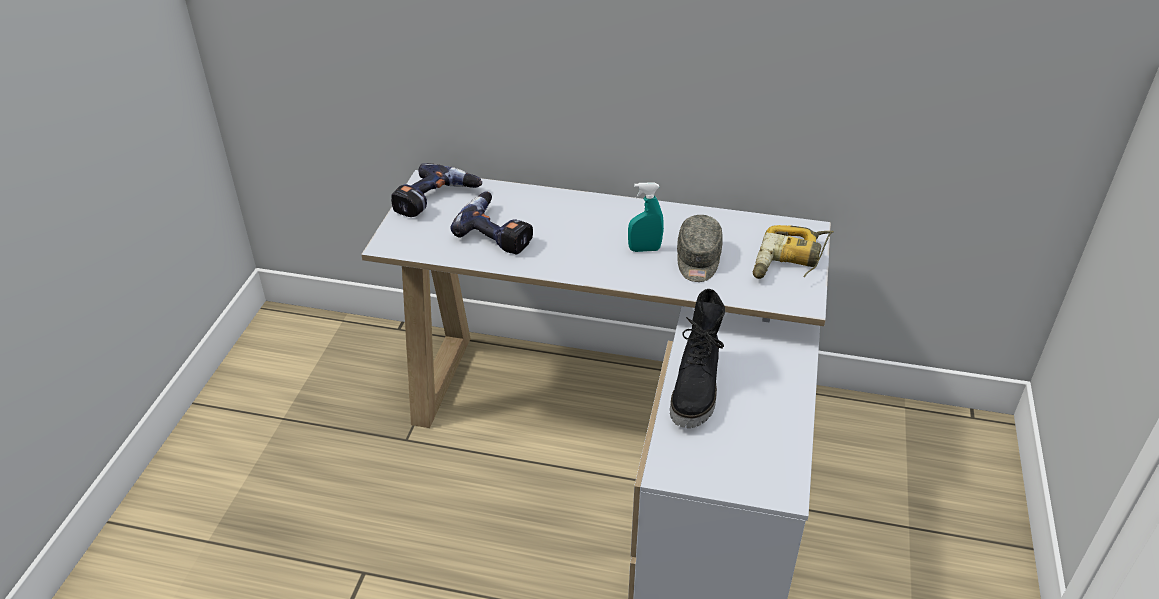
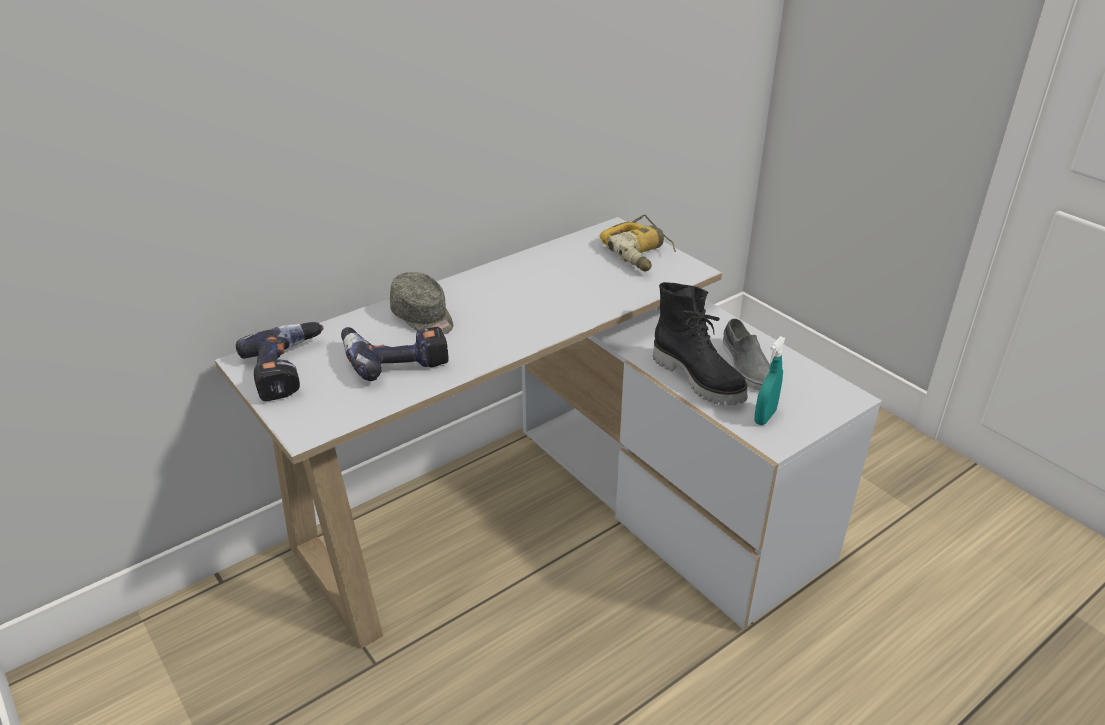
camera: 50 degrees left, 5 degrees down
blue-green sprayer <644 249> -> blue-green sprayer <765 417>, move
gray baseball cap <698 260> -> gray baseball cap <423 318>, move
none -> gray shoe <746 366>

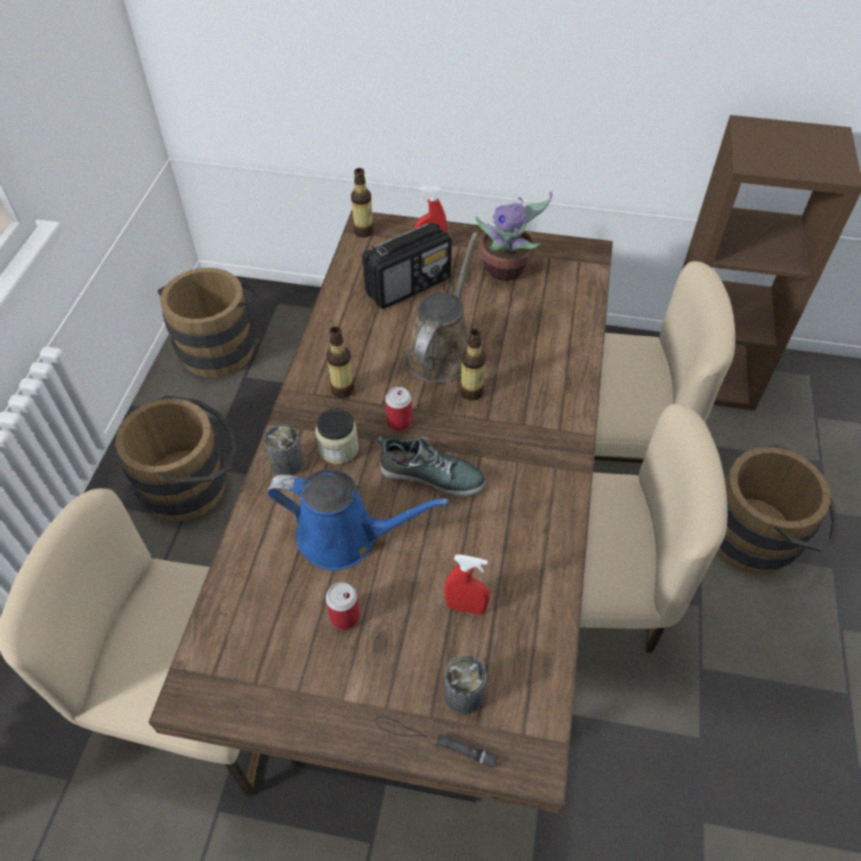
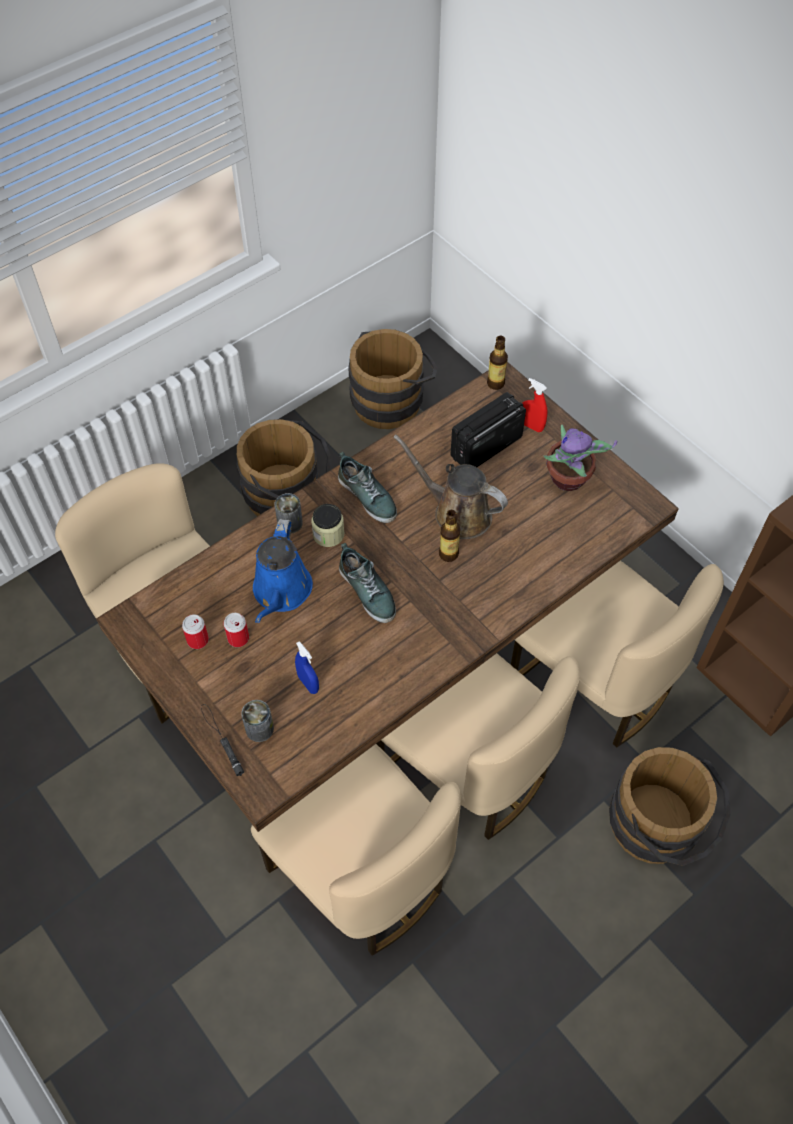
camera: 40 degrees right, 5 degrees up
radio receiver <409 285> -> radio receiver <485 447>, 135 degrees clockwise
brown-coloured watering can <441 352> -> brown-coloured watering can <457 513>, 120 degrees counterclockwise
drink bottle <342 389> -> shoe <368 496>
sealed can <399 422> -> sealed can <198 640>, move
blue watering can <345 536> -> blue watering can <281 592>, 45 degrees clockwise
red-coloured sprayer <465 607> -> blue sprayer <308 683>
none -> beige upright chair <361 874>

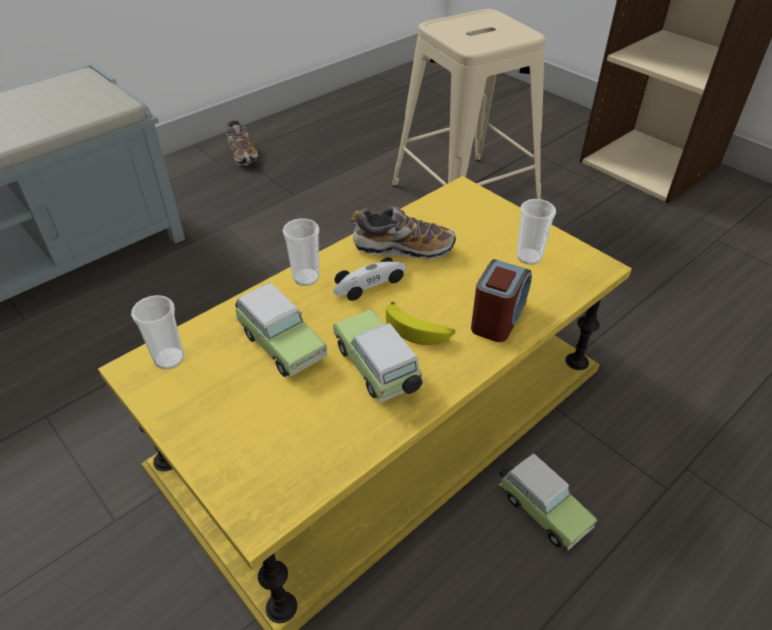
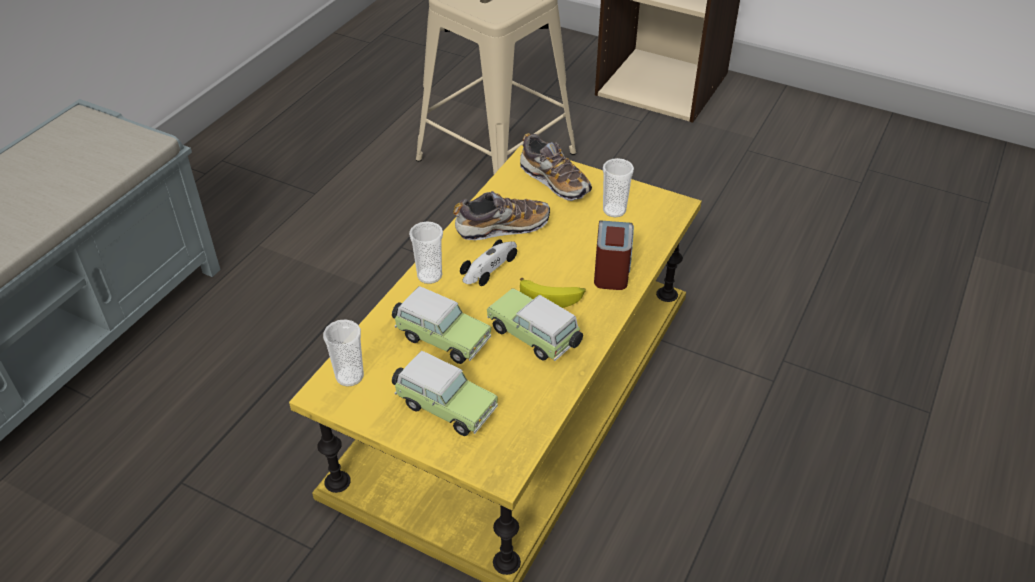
camera: 20 degrees left, 0 degrees up
shoe <242 154> -> shoe <554 181>, move
toy car <541 509> -> toy car <444 406>, move

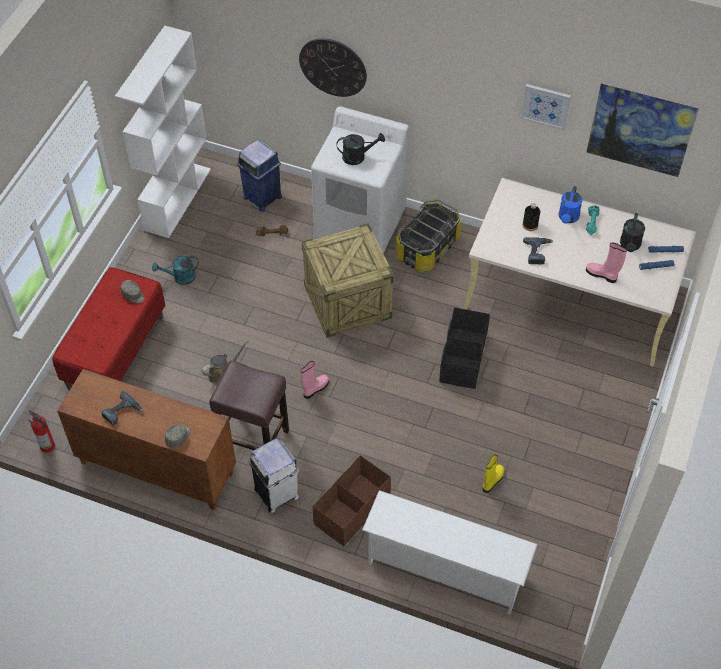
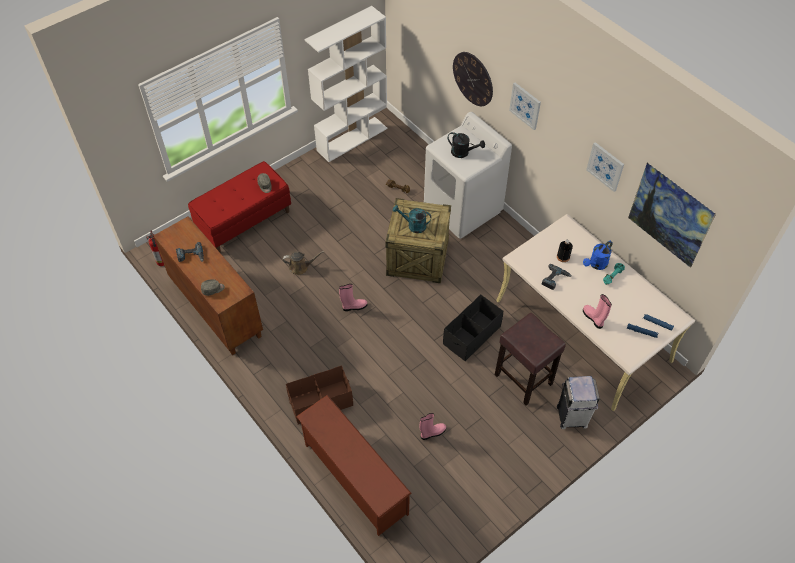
camera: 30 degrees right, 0 degrees up
blue rubbish bin <262 197> -> none
storage bin <428 247> -> none
blackish watering can <630 246> -> none
blue-green watering can <180 278> -> blue-green watering can <413 225>, move
brown-coloured sitting stool <253 440> -> brown-coloured sitting stool <522 379>, move
white rubbish bin <276 494> -> white rubbish bin <571 417>, move
yellow-coloured high-top boot <492 480> -> pinkish high-top boot <432 433>
white shoe stand <444 570> -> brown-coloured shoe stand <354 479>
none -> wall picture <525 105>

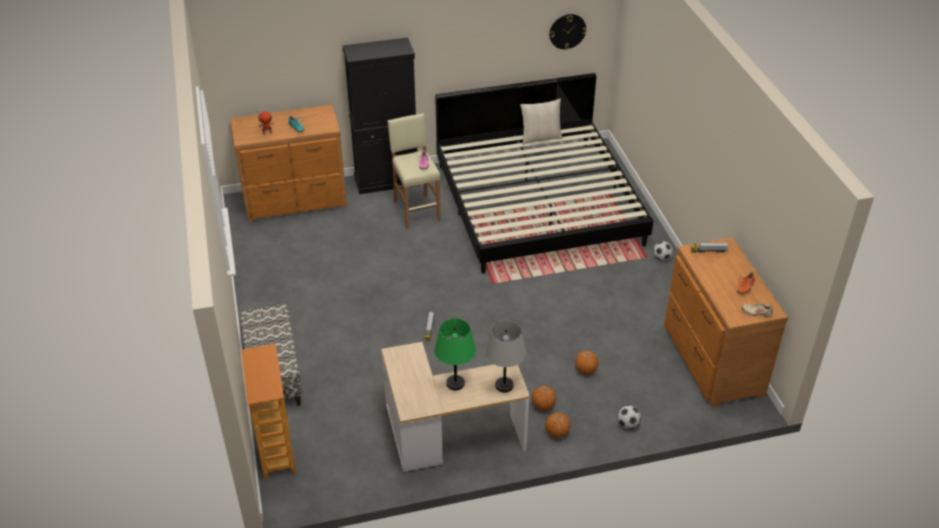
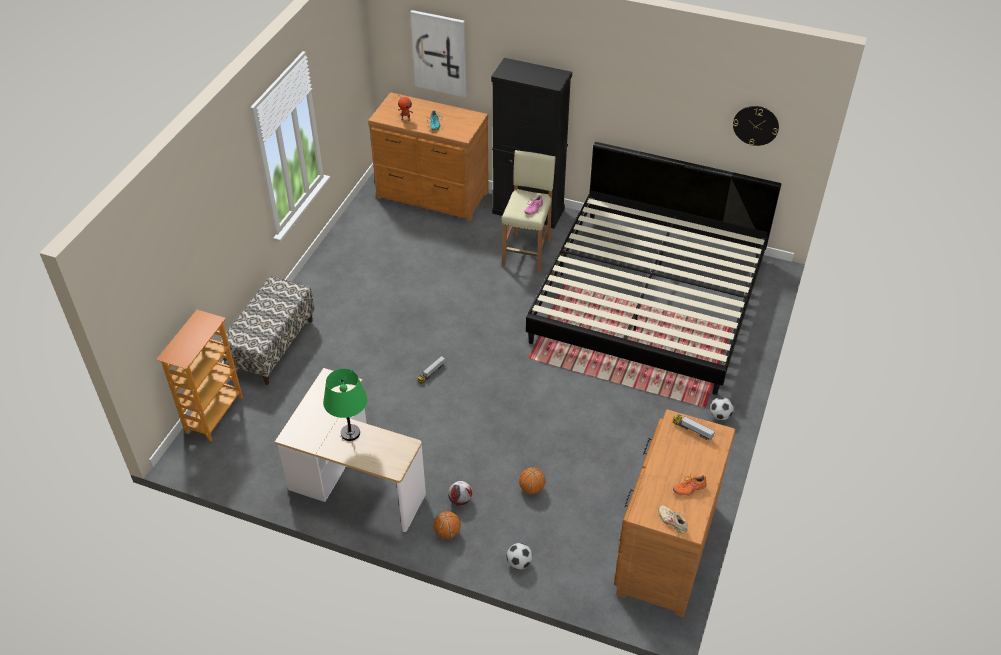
camera: 35 degrees right, 5 degrees up
beige pillow <540 138> -> none
gray table lamp <504 385> -> none
basketball <543 406> -> football <460 500>
none -> wall picture <440 53>

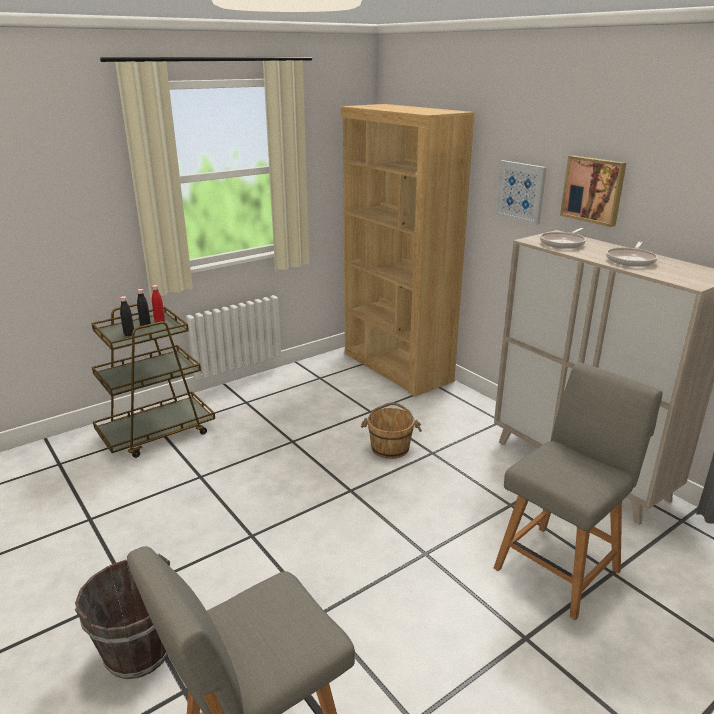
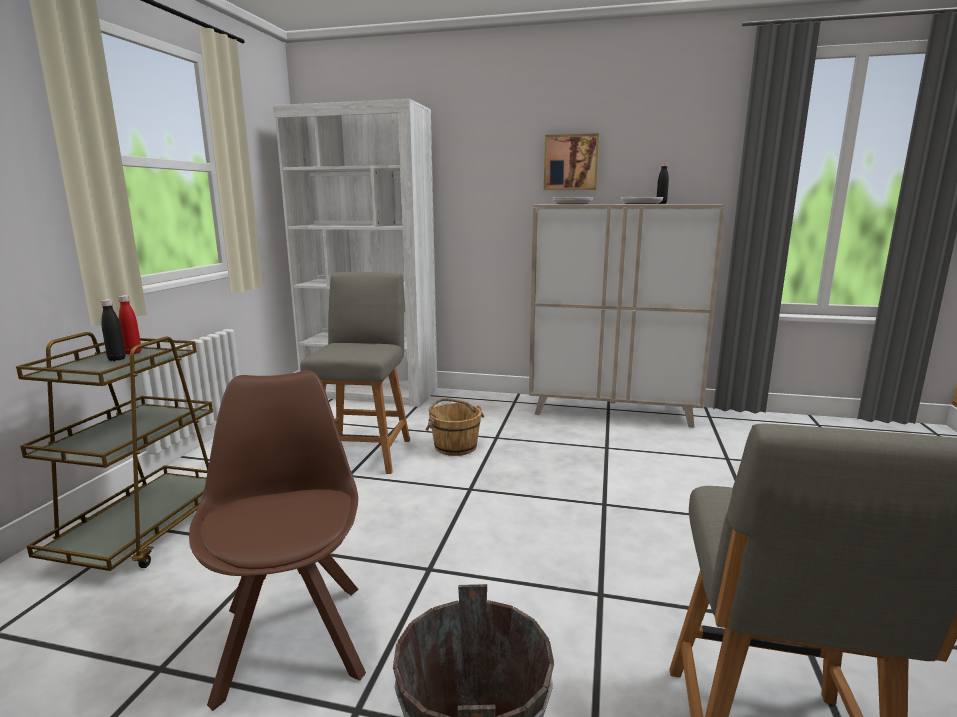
camera: 40 degrees left, 10 degrees down
brown-coloured bookcase <396 367> -> white bookcase <370 392>
wall picture <520 191> -> none
blackish drink bottle <129 334> -> blackish drink bottle <661 203>, move
gray upright chair <559 567> -> gray upright chair <364 452>, move
none -> brown-coloured upright chair <293 636>

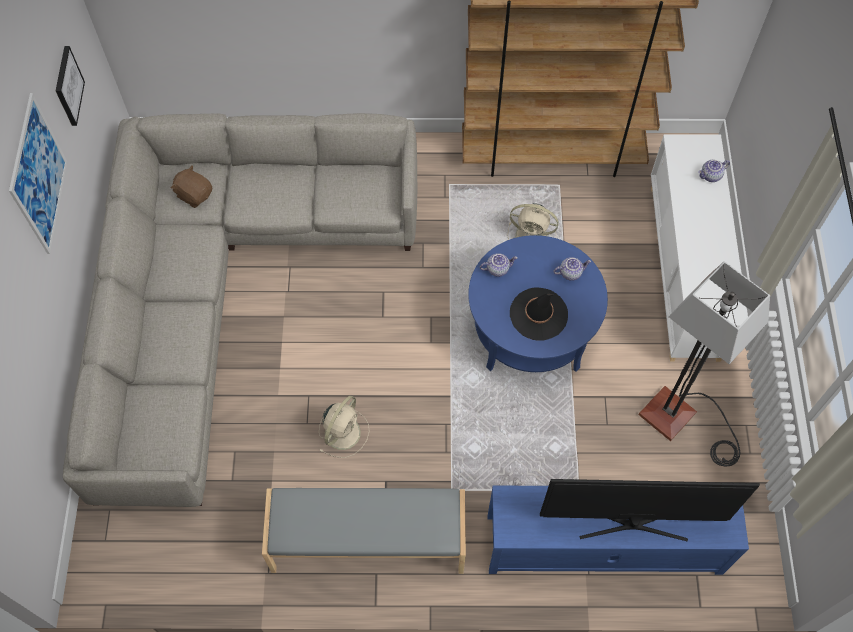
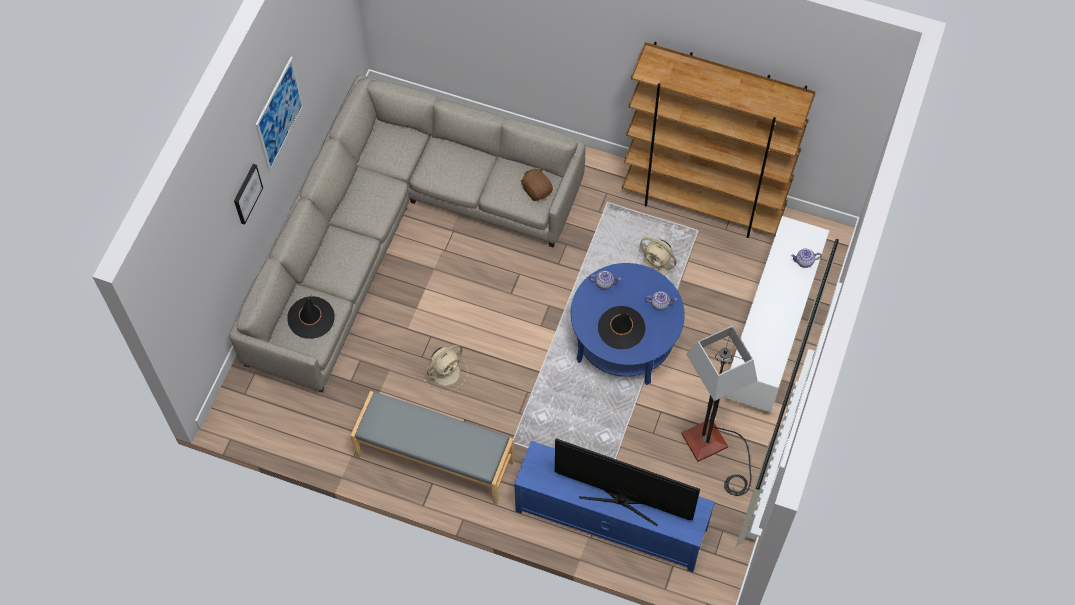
camera: 20 degrees right, 0 degrees up
wall picture <68 86> -> wall picture <247 193>, move
brown-coloured cuddly toy <194 194> -> brown-coloured cuddly toy <537 190>, move
none -> blackish clothing hat <311 318>

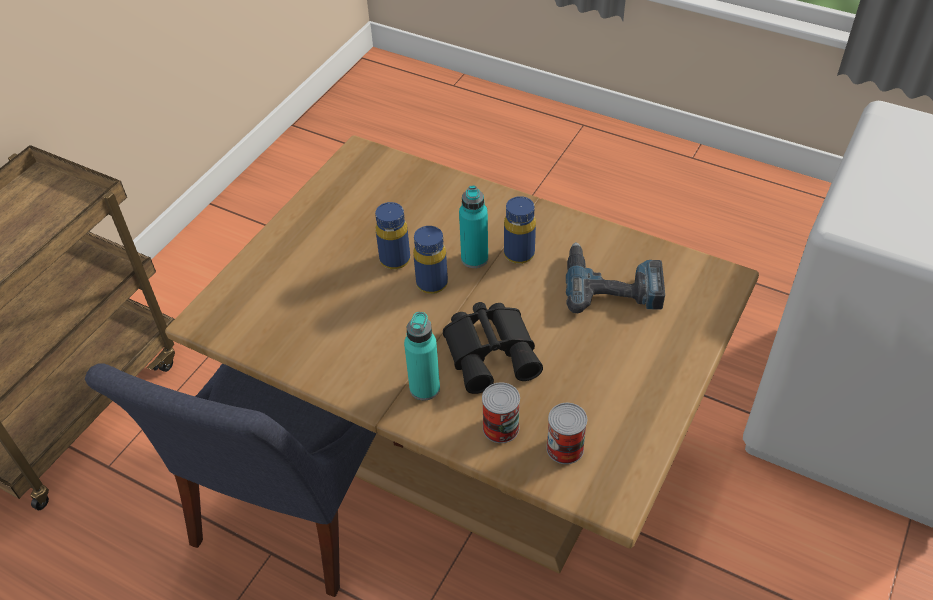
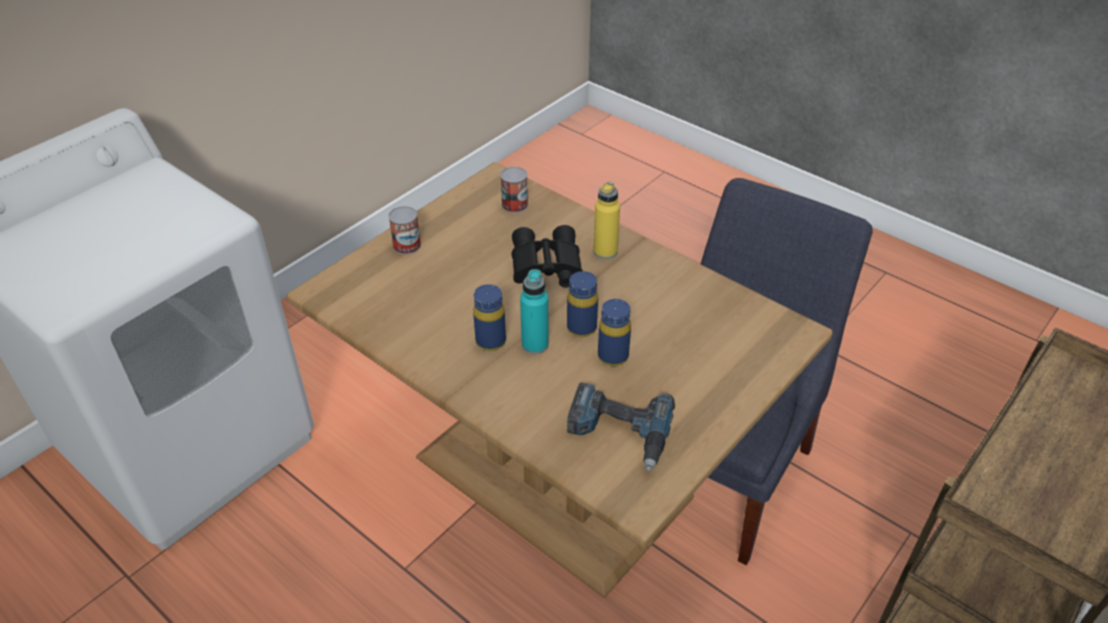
camera: 170 degrees left, 5 degrees down
drill <612 284> -> drill <618 432>, move
blue-green drink bottle <424 388> -> yellow-coloured drink bottle <605 251>
sealed can <501 427> -> sealed can <407 245>, move

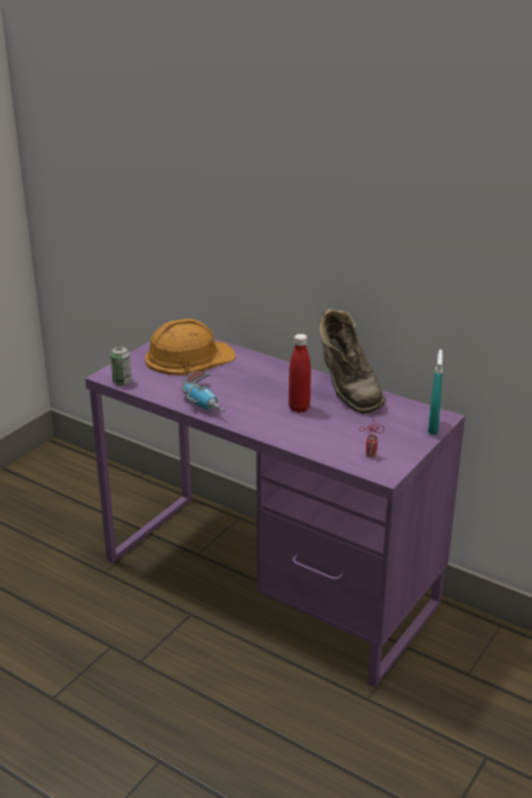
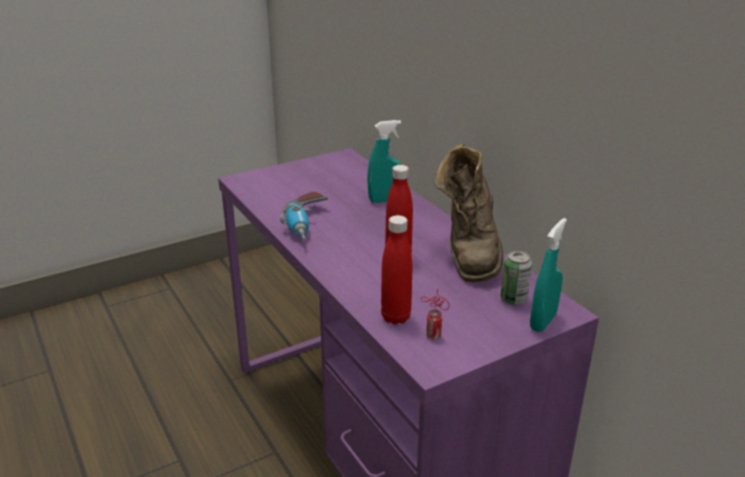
camera: 25 degrees right, 0 degrees up
orange work helmet <188 357> -> none
sealed can <122 382> -> sealed can <513 299>, move
none -> blue-green sprayer <385 200>
none -> red-coloured drink bottle <395 317>

